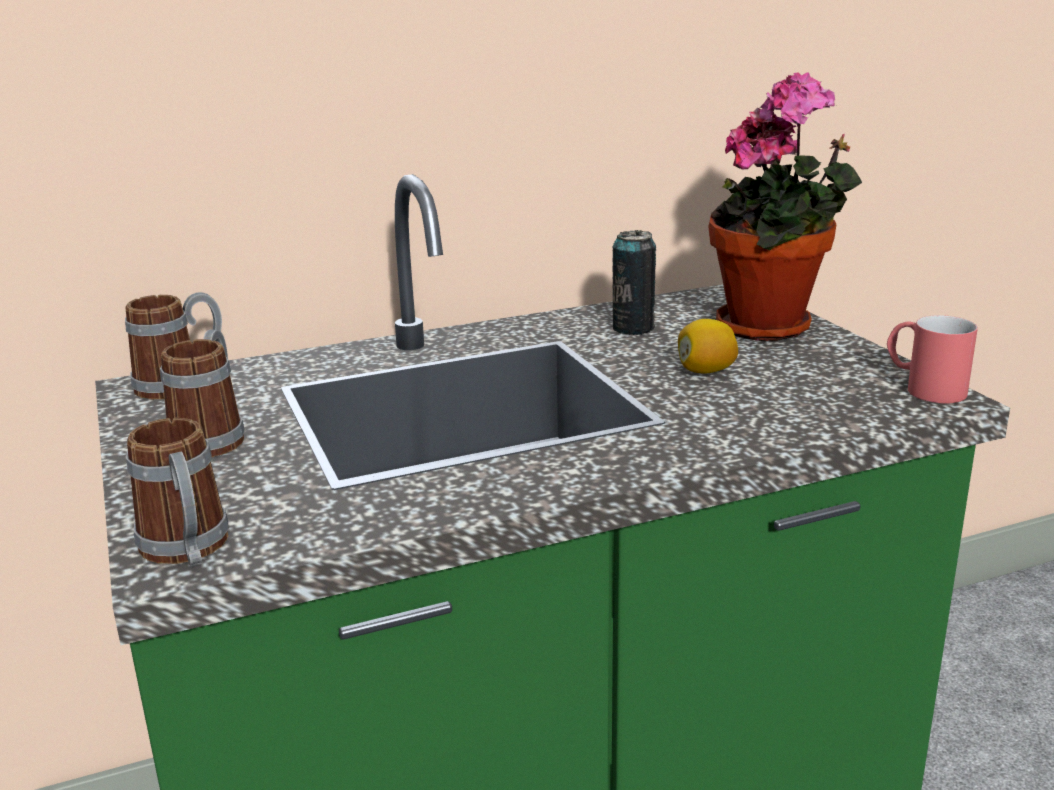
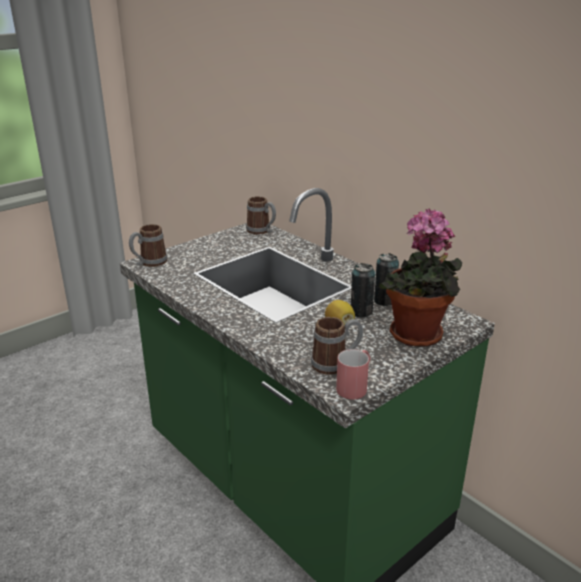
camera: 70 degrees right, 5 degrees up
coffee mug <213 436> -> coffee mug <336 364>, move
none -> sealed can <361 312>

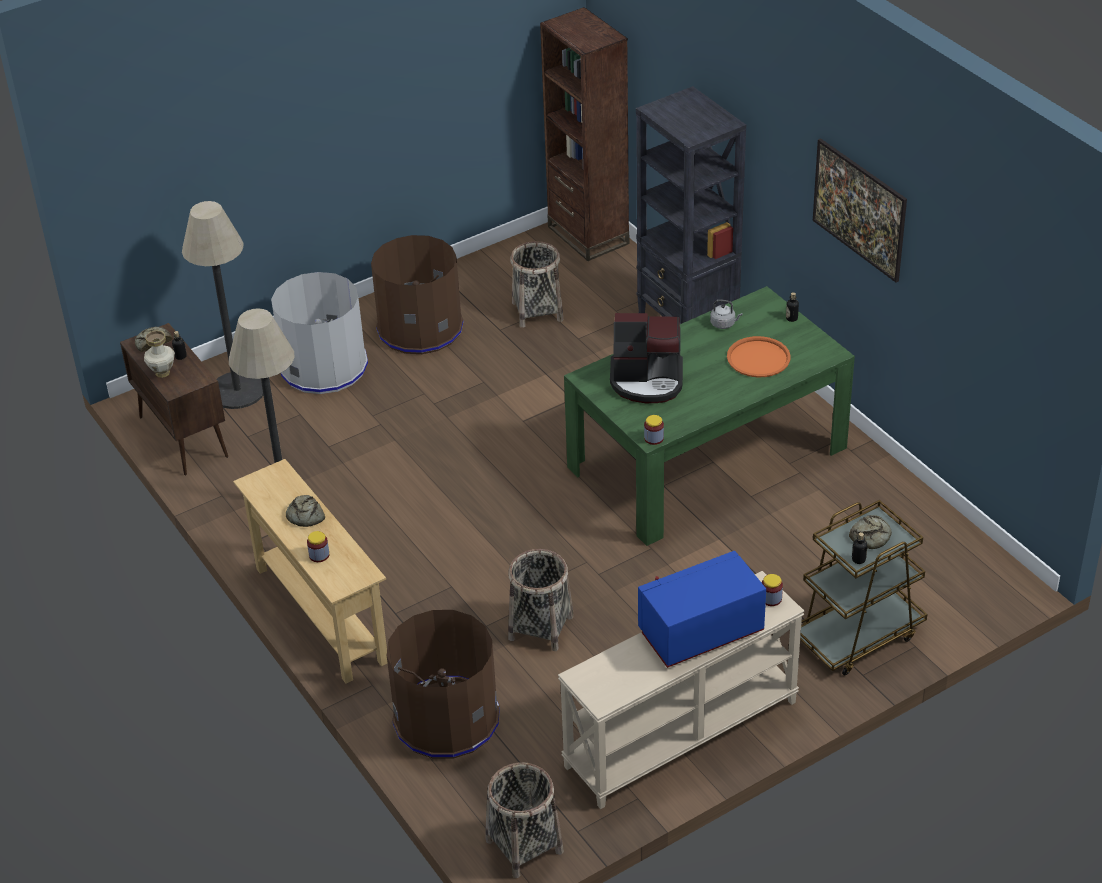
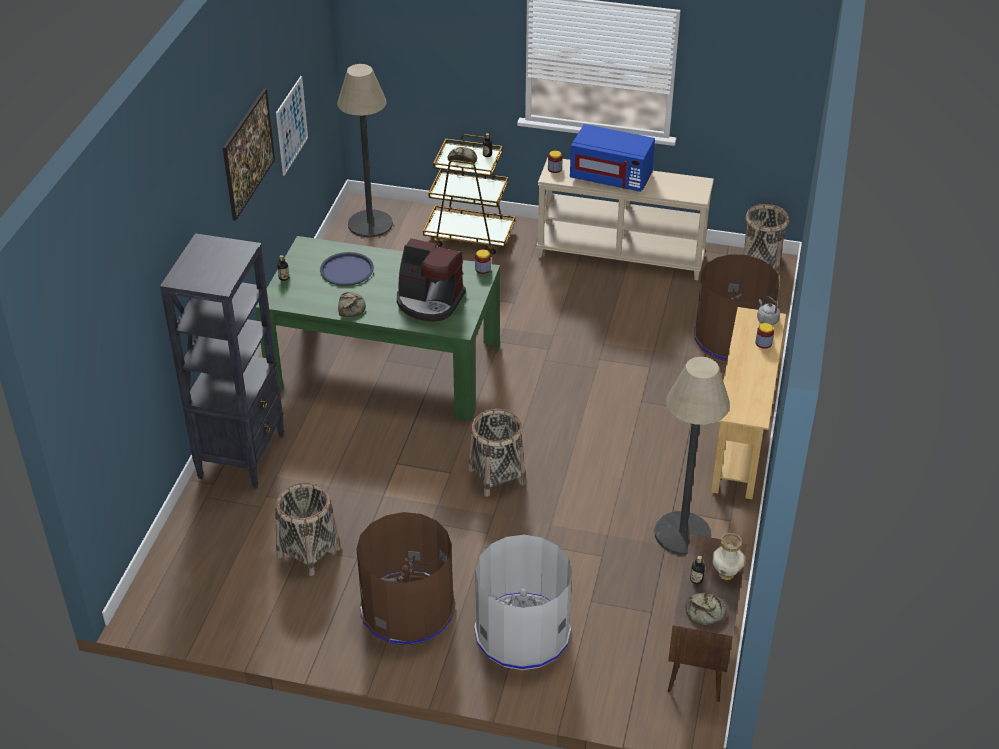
camera: 135 degrees left, 0 degrees up
brown-coloured bookcase <588 235> -> none
standard lamp <237 390> -> standard lamp <370 224>, move
gray kettle <724 324> -> gray kettle <766 320>, move
coffee brewer <647 381> -> coffee brewer <429 301>, 150 degrees clockwise
orange tray <758 358> -> blue tray <346 270>
bakery bread <305 516> -> bakery bread <351 307>, move
basket <540 627> -> basket <497 476>, move
none -> wall picture <291 125>

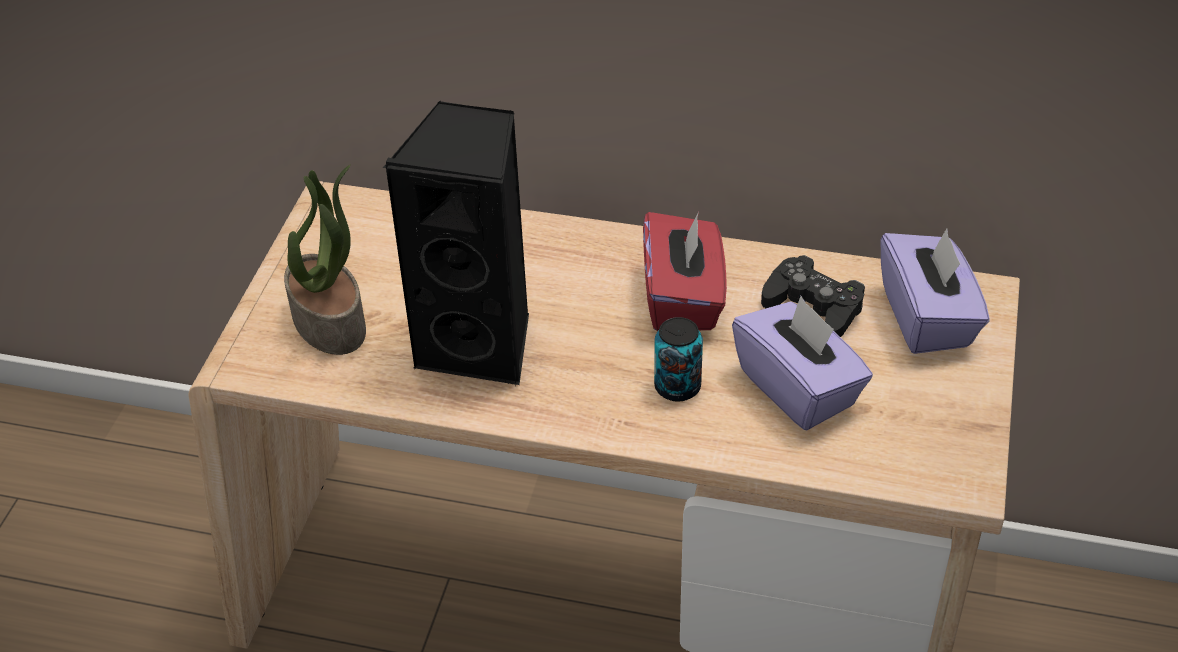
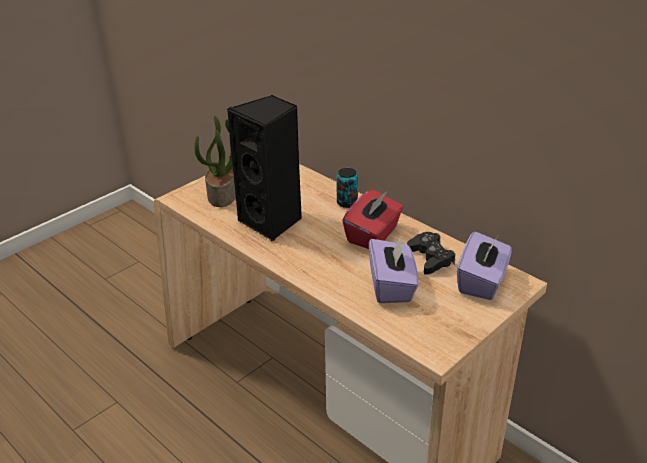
camera: 30 degrees right, 10 degrees down
sealed can <677 387> -> sealed can <347 203>, move

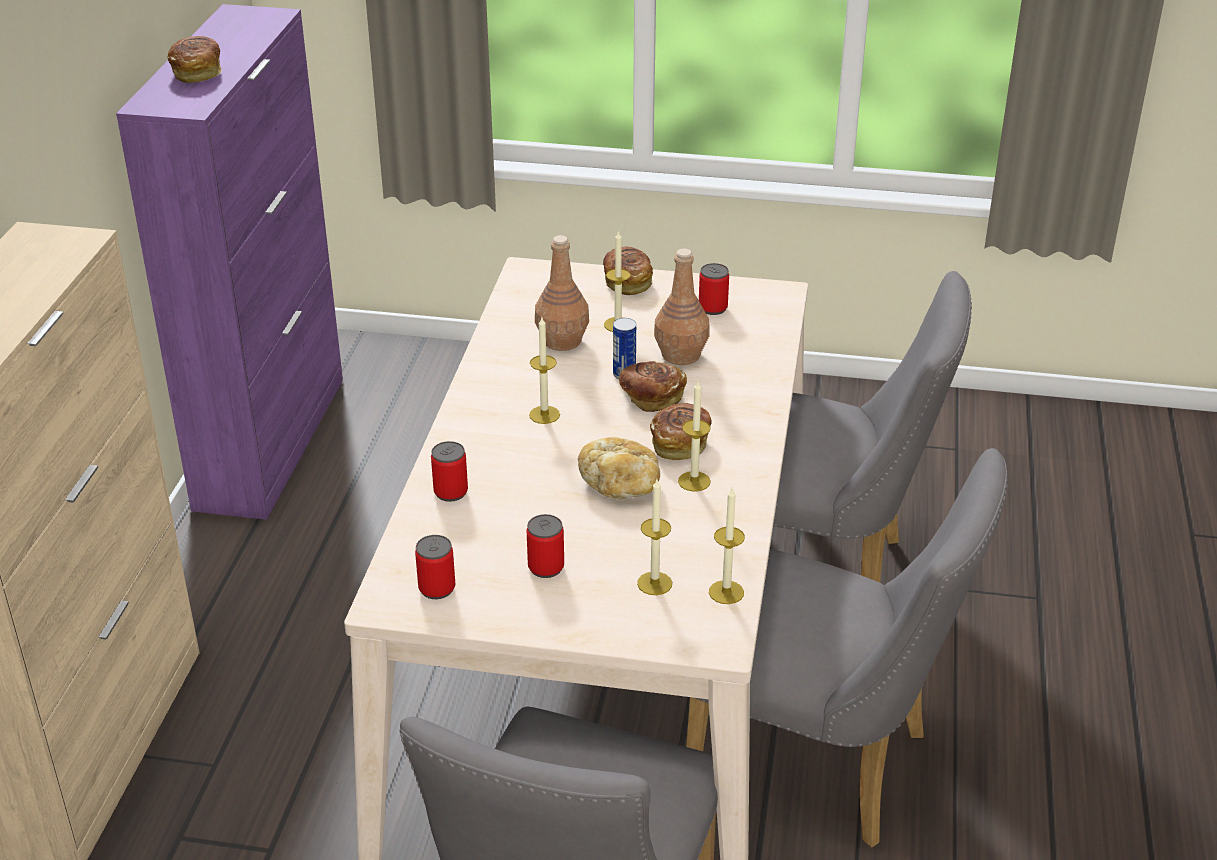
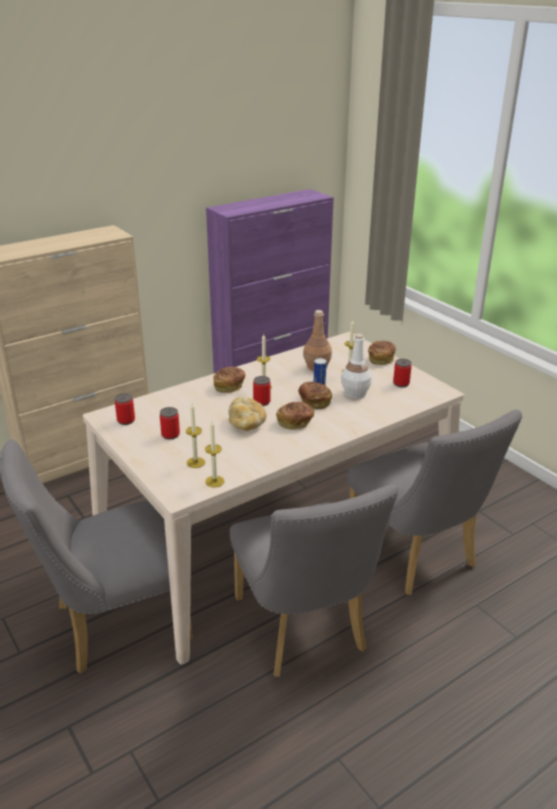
camera: 45 degrees right, 5 degrees down
bakery bread <197 72> -> bakery bread <229 386>, move
brown-coloured drink bottle <681 355> -> white drink bottle <355 393>
wax light <694 481> -> none
sealed can <450 492> -> sealed can <262 402>, move

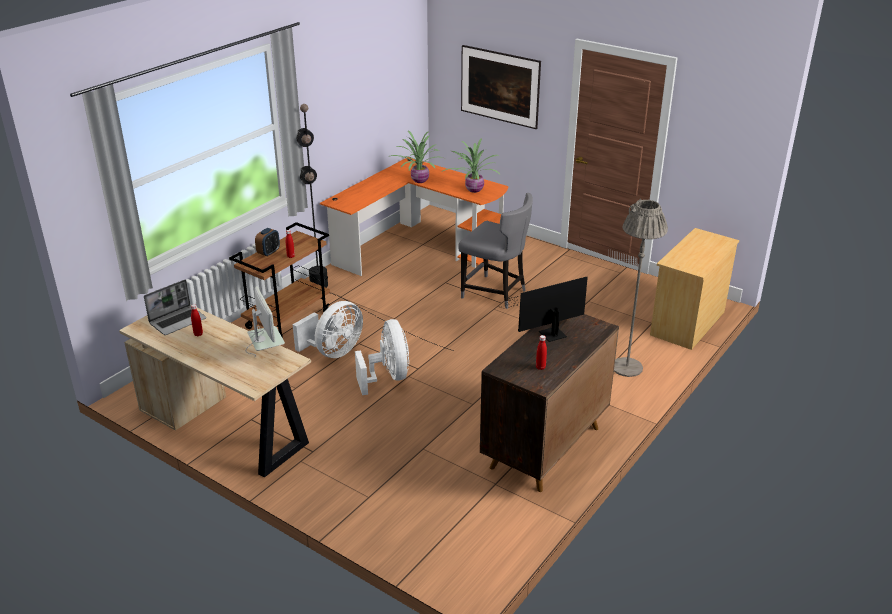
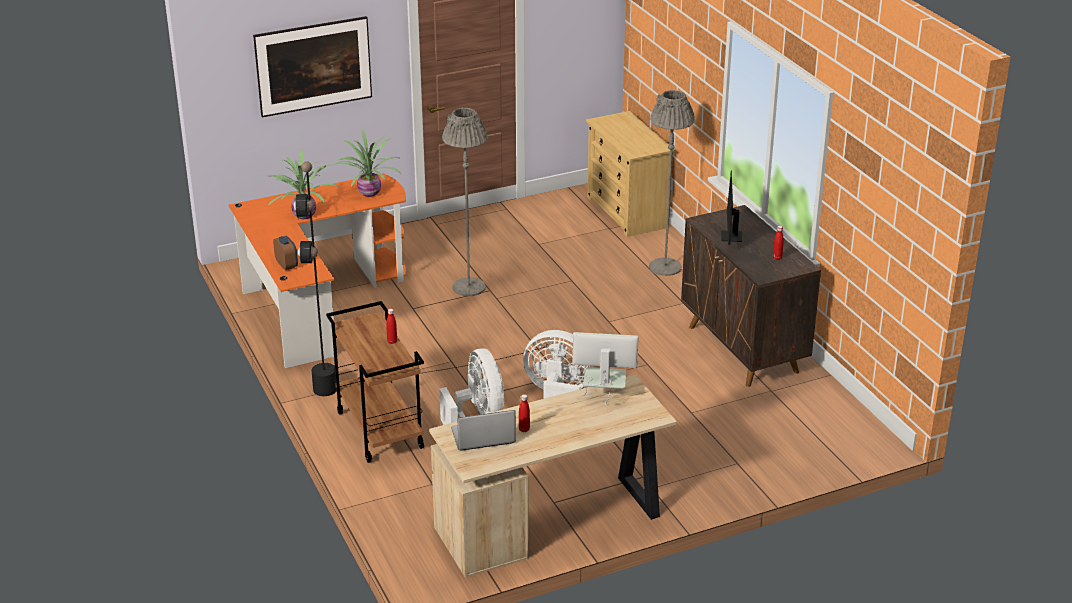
camera: 60 degrees left, 0 degrees up
gray upright chair <495 293> -> gray standard lamp <469 287>
table clock <268 252> -> table clock <286 265>, move
notebook computer <178 321> -> notebook computer <482 437>, 90 degrees counterclockwise

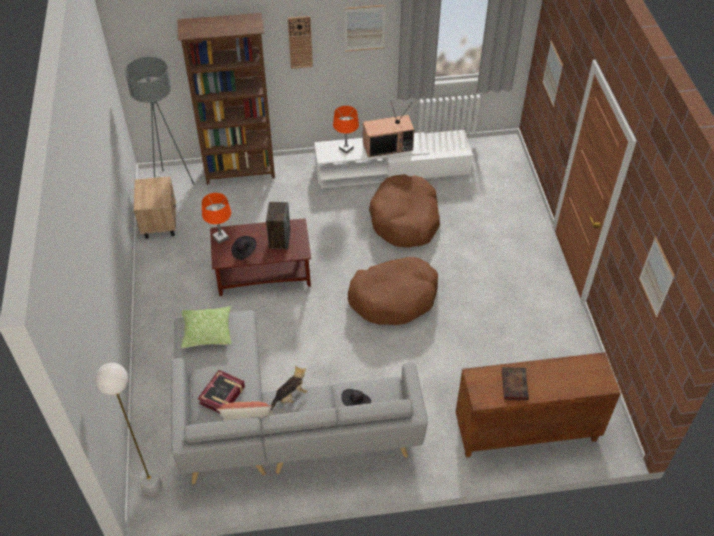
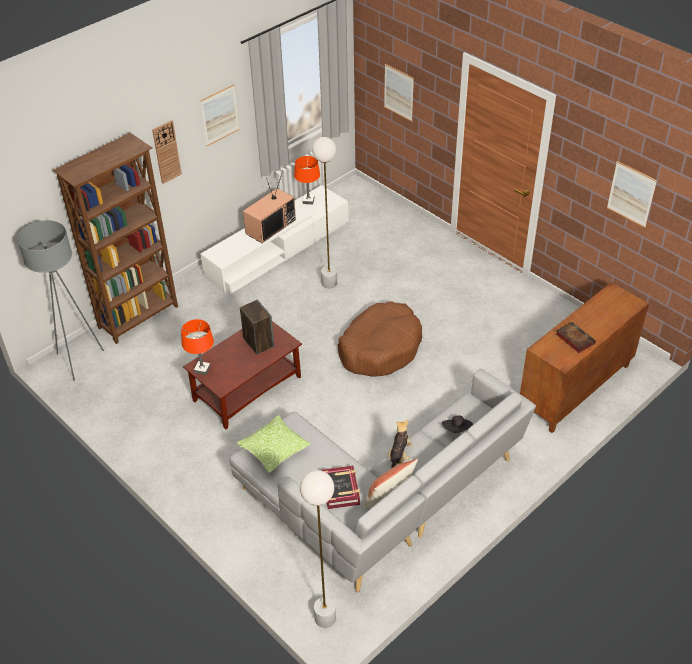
camera: 35 degrees left, 5 degrees down
orange table lamp <346 148> -> orange table lamp <308 201>, move
brown-coloured pet bed <405 219> -> white standard lamp <329 283>
beige night table <160 223> -> none
blackish clothing hat <244 251> -> none

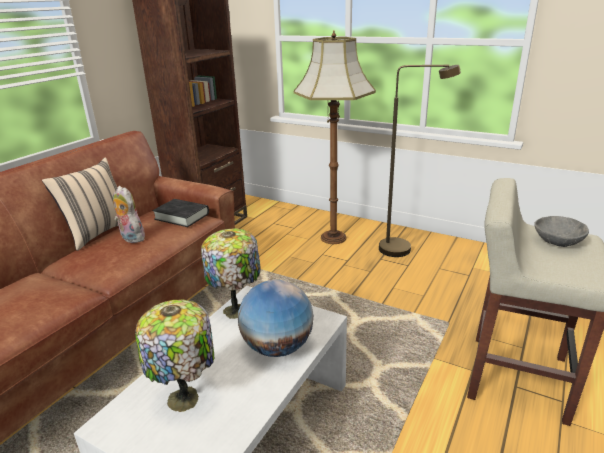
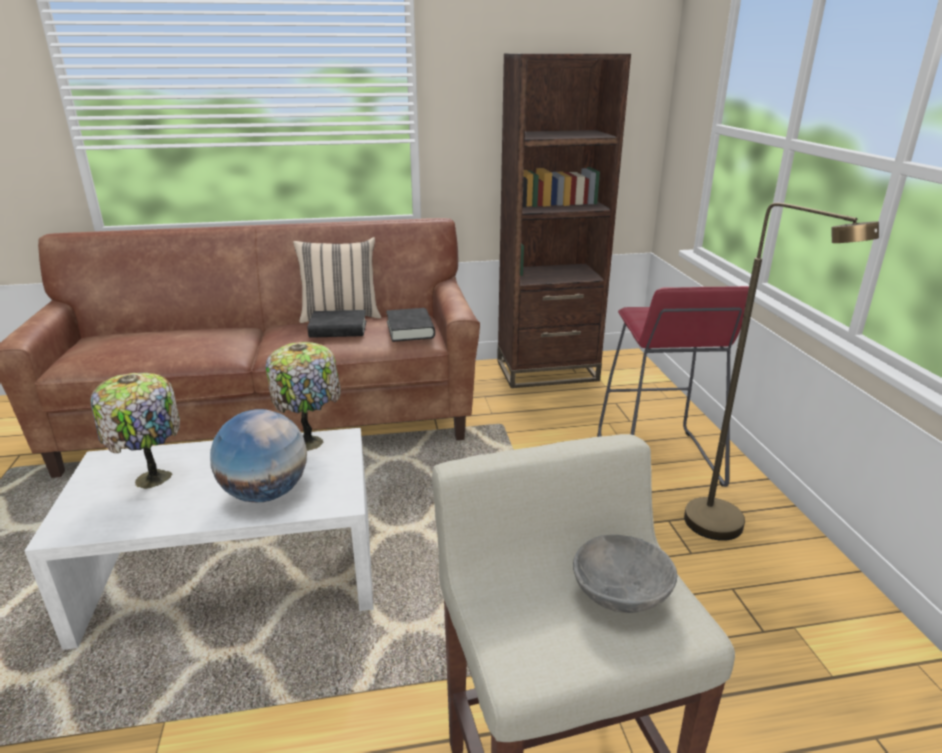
camera: 50 degrees right, 0 degrees up
standard lamp <334 238> -> red-coloured sitting stool <656 460>
cuddly toy <130 238> -> blackish bound book <338 329>

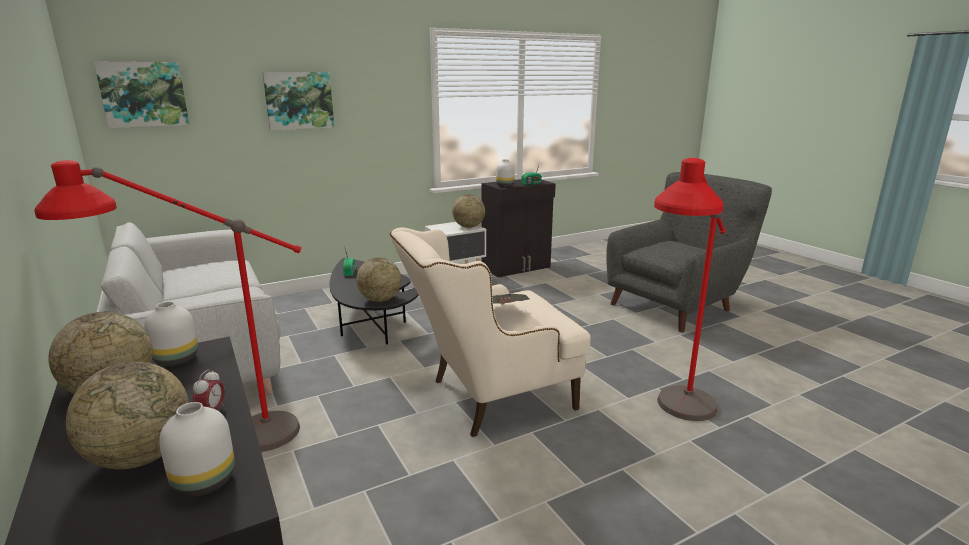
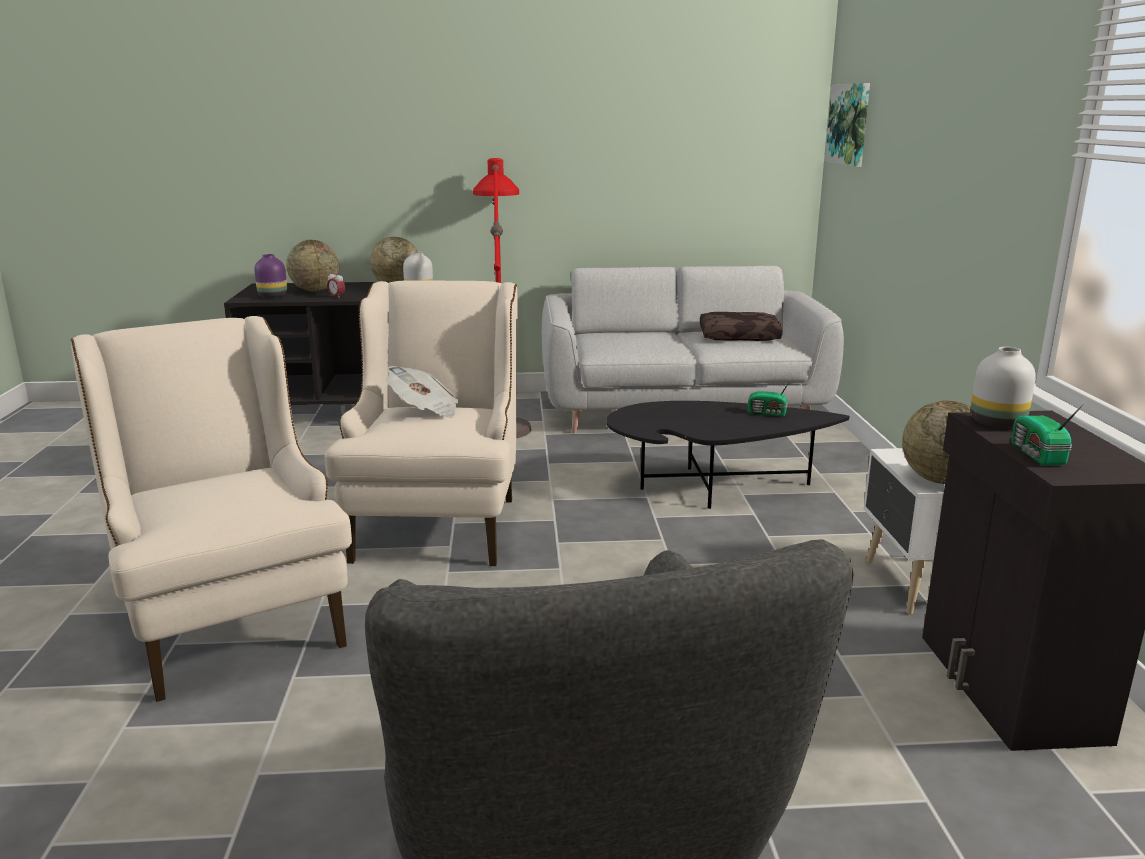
camera: 115 degrees right, 0 degrees up
wall picture <299 100> -> none
red-coloured standard lamp <675 424> -> beige armchair <229 614>
desk globe <380 300> -> none
white vase <202 482> -> purplish vase <273 296>
none -> brown-coloured pillow <739 336>

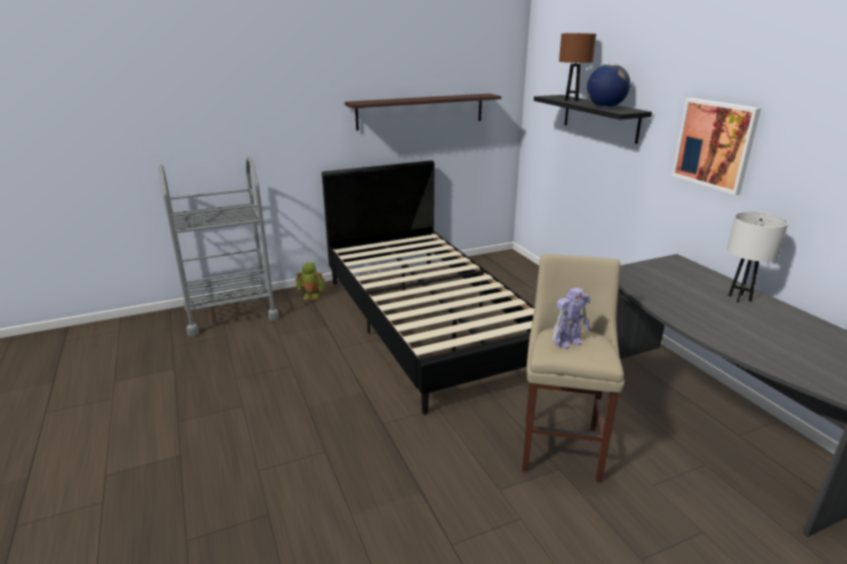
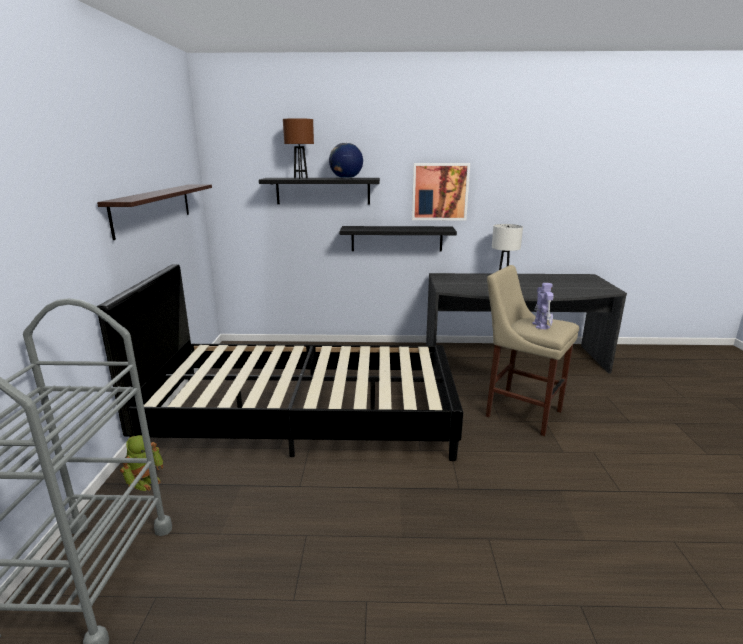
camera: 65 degrees left, 5 degrees down
none -> blackish bracket shelf <396 238>

